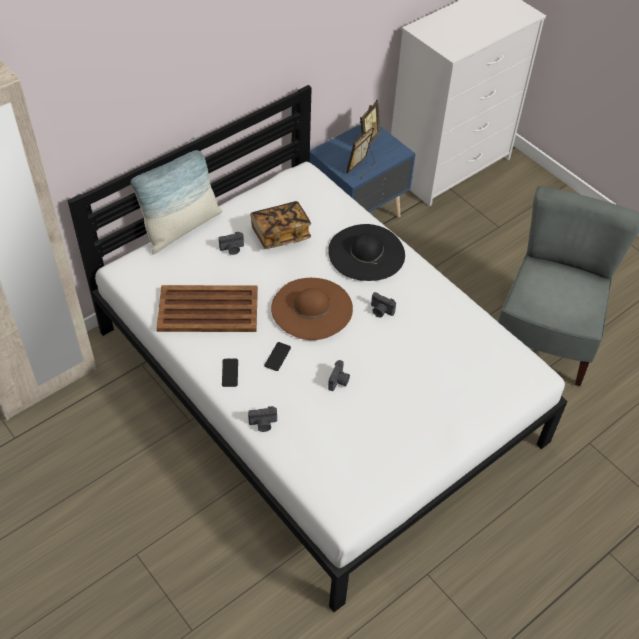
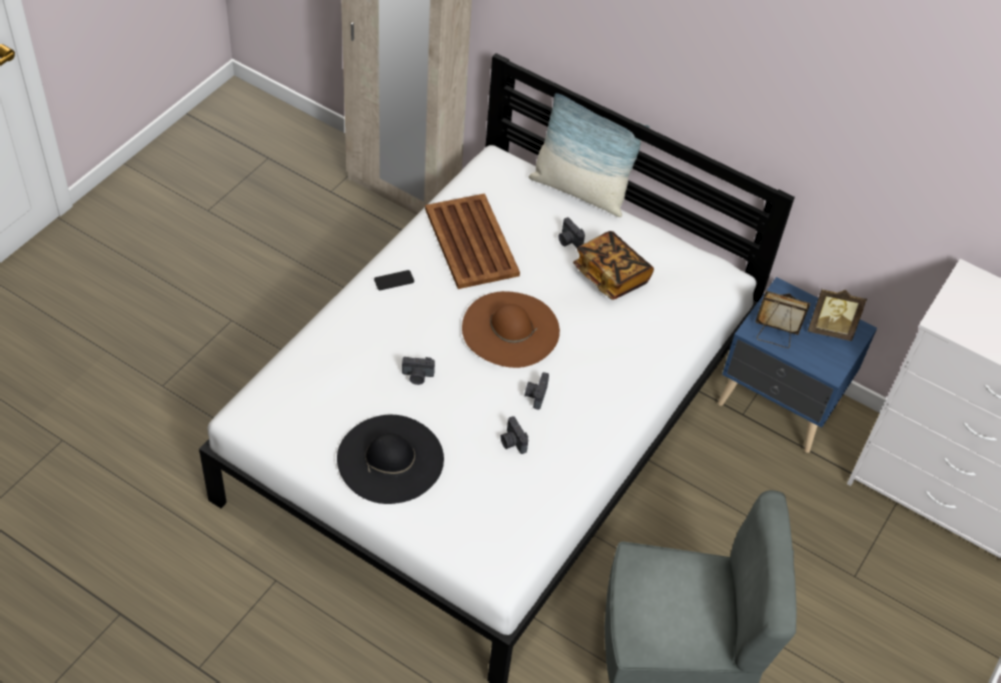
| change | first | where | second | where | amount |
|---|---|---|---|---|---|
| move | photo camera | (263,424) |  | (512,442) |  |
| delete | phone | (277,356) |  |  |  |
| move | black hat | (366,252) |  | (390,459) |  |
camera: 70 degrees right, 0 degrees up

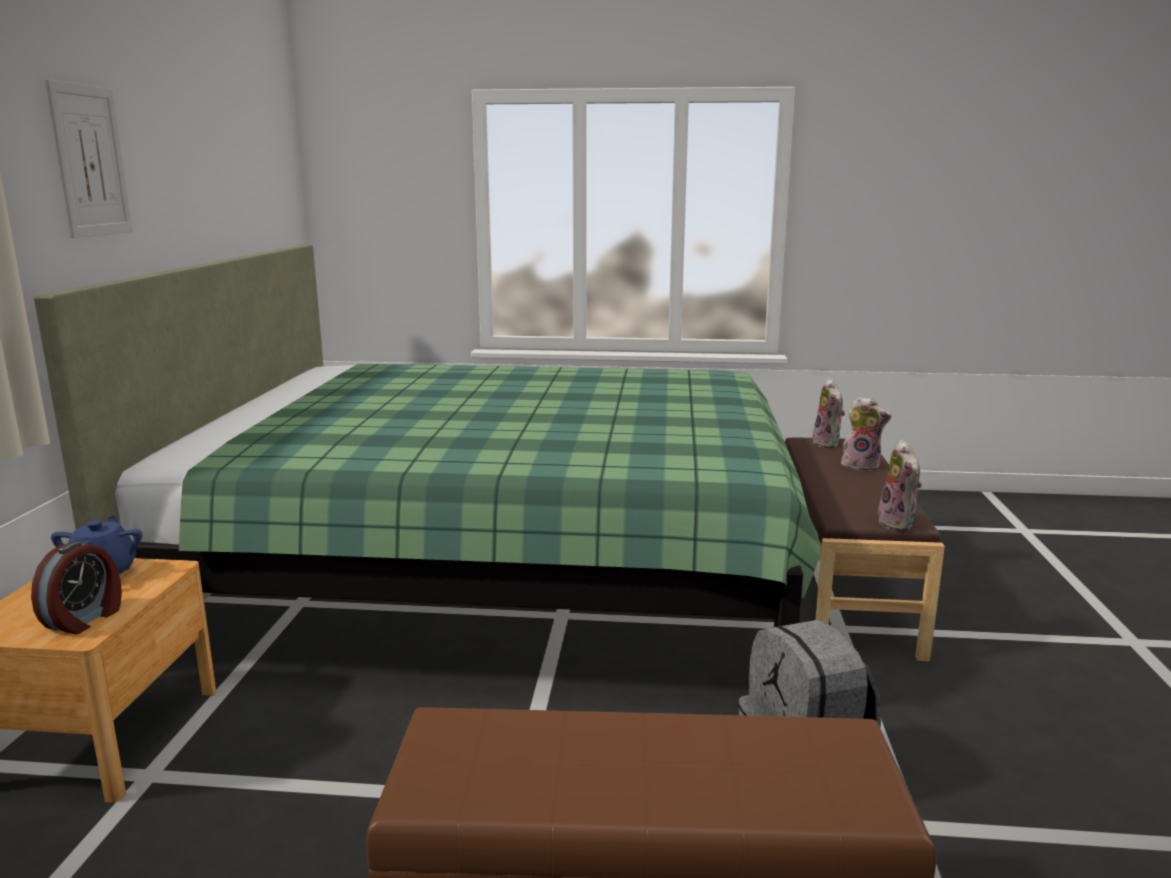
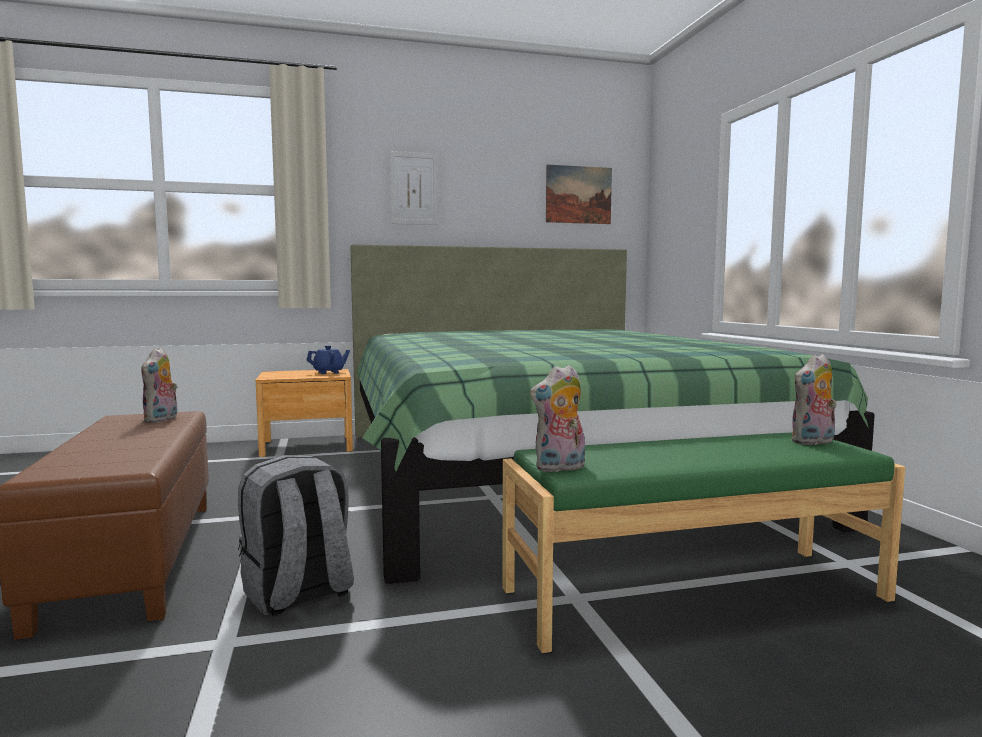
| change | first | where | second | where | amount |
|---|---|---|---|---|---|
| delete | alarm clock | (85,619) |  |  |  |
| recolor | brown bench | (839,583) | green bench | (693,593) |  |
| move | plush toy | (861,466) |  | (162,420) |  |
| insert |  |  | picture | (578,195) |  |
camera: 70 degrees right, 10 degrees down

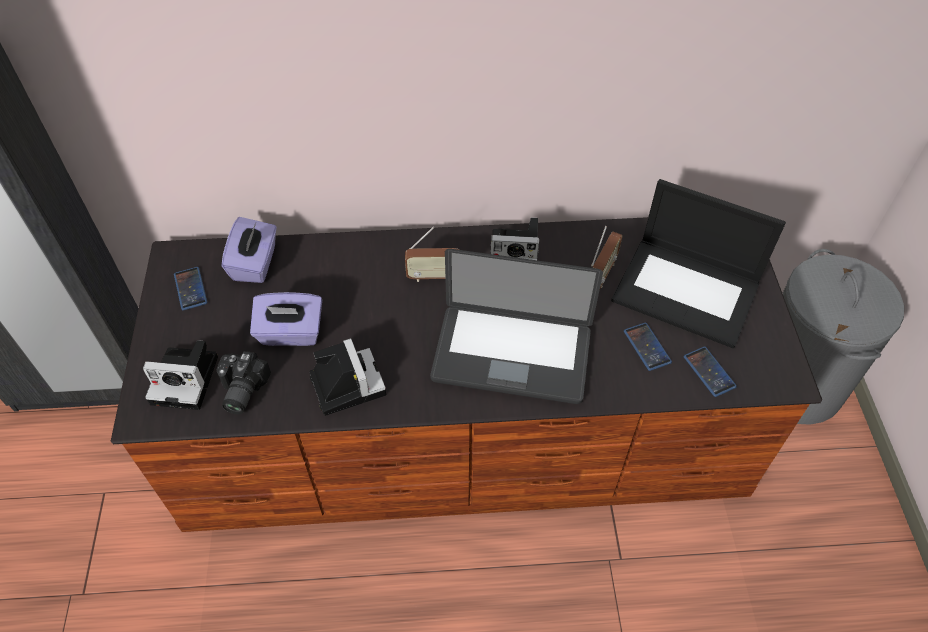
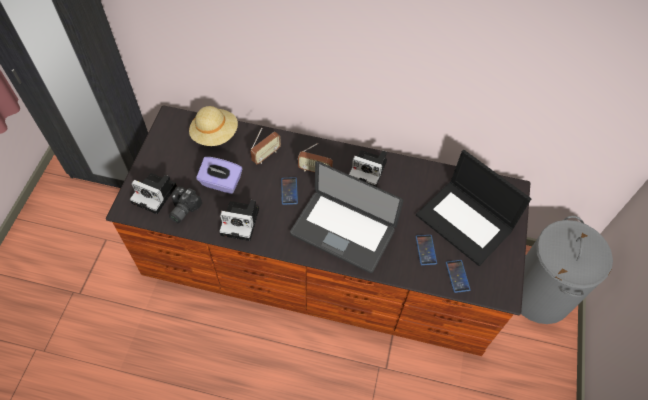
| change | first | where | second | where | amount |
|---|---|---|---|---|---|
| move | phone | (190,289) |  | (289,191) |  |
| replace | purple tissue box | (255,263) | beige hat | (215,134) |  |
| rotate | photo camera | (346,383) |  | (242,221) | 105 degrees clockwise |
| move | radio | (602,274) |  | (266,155) |  |
camera: 15 degrees right, 5 degrees up

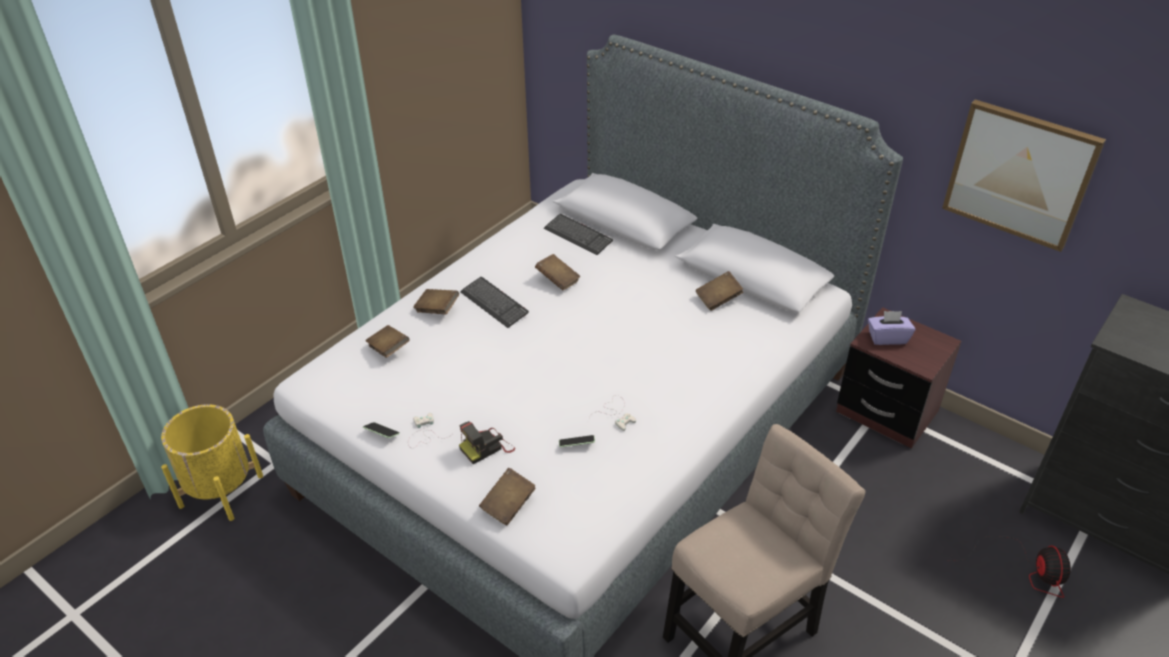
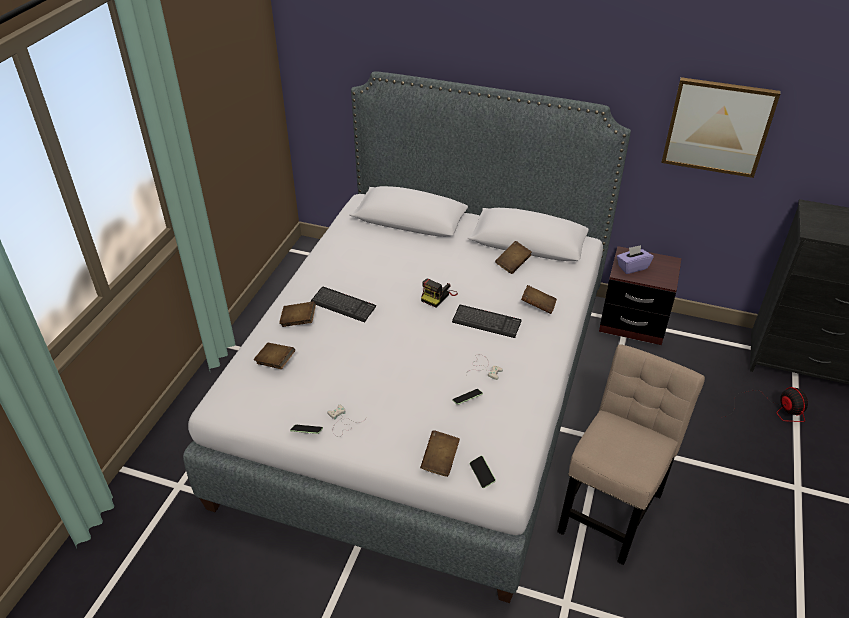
| change | first | where | second | where | amount |
|---|---|---|---|---|---|
| delete | yellow planter | (221,491) |  |  |  |
| move | photo camera | (487,447) |  | (438,296) |  |
| move | brown book | (557,280) |  | (538,306) |  |
| move | keyboard | (578,236) |  | (486,322) |  |
| insert |  |  | phone | (482,474) |  |
camera: 20 degrees left, 0 degrees up

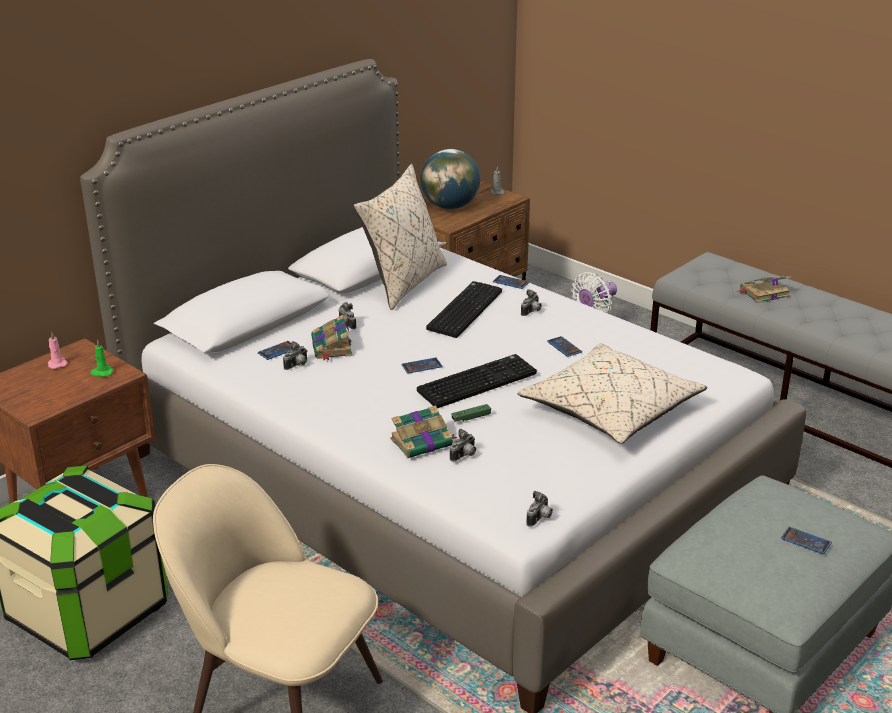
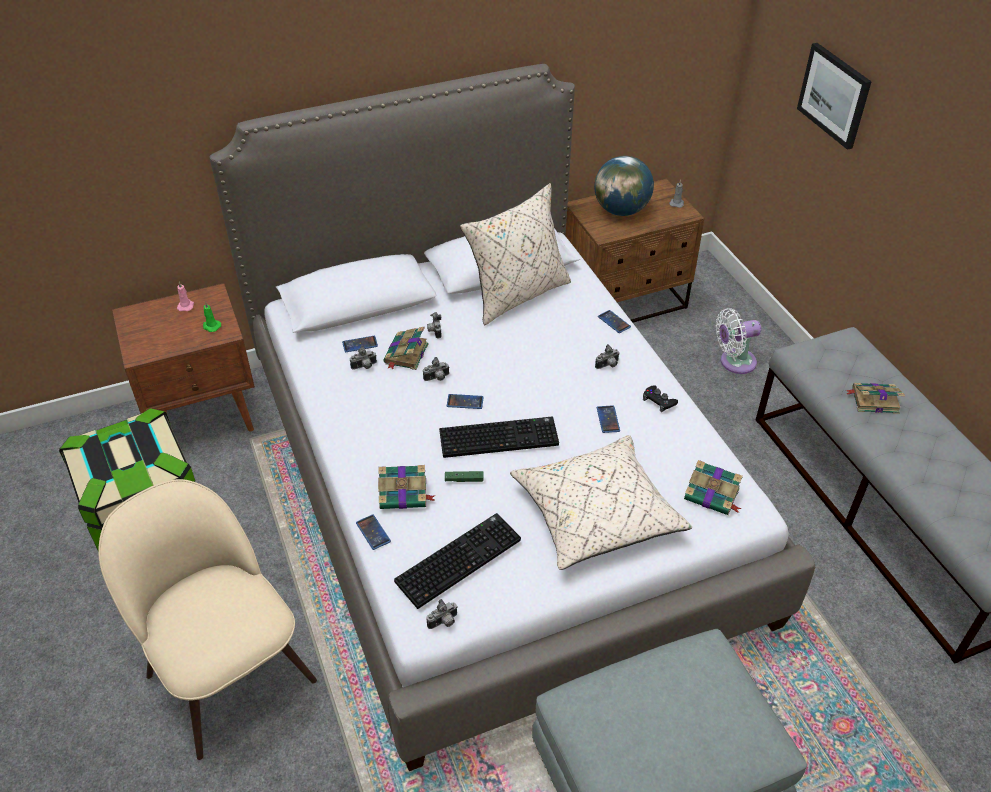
| change | first | where | second | where | amount |
|---|---|---|---|---|---|
| move | keyboard | (464,310) |  | (458,559) |  |
| move | photo camera | (464,456) |  | (437,378) |  |
| move | phone | (806,541) |  | (373,532) |  |
| insert |  |  | black game controller | (659,401) |  |
| insert |  |  | book | (712,495) |  |
| insert |  |  | picture | (834,95) |  |
camera: 25 degrees right, 15 degrees up

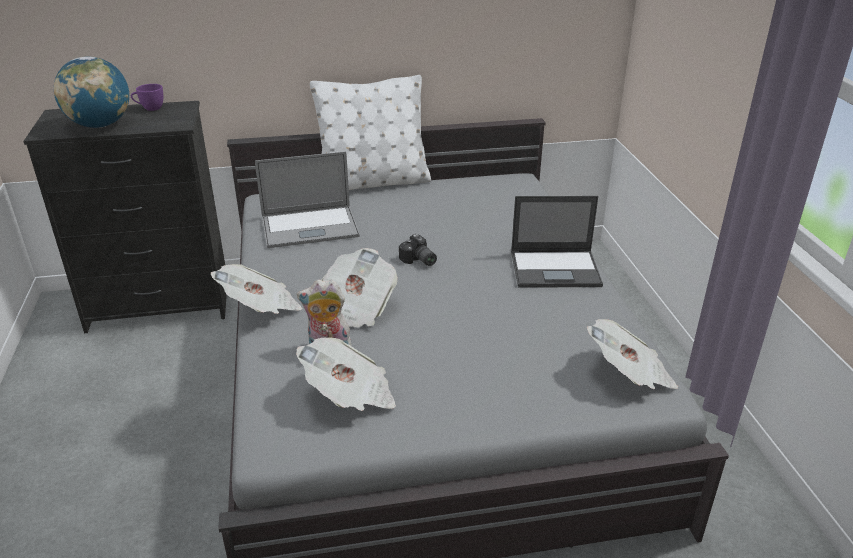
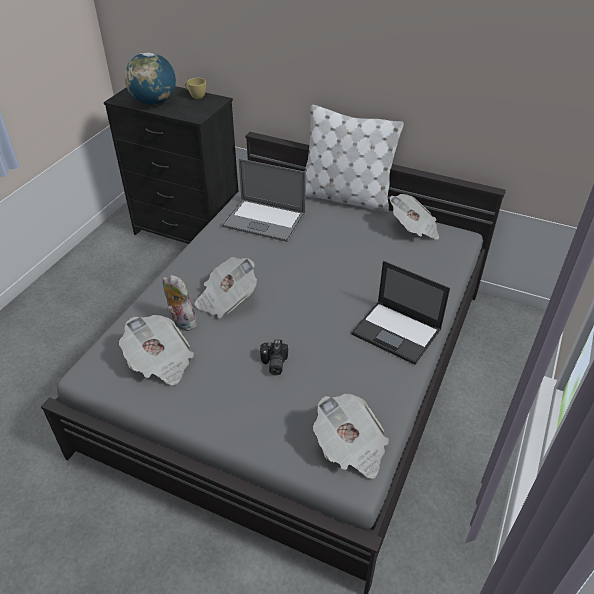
| change | first | where | second | where | amount |
|---|---|---|---|---|---|
| recolor | purple cup | (150,108) | yellow cup | (196,96) |  |
| move | newspaper | (261,308) |  | (414,229) |  |
| move | photo camera | (418,261) |  | (273,364) |  |
camera: 35 degrees right, 10 degrees up

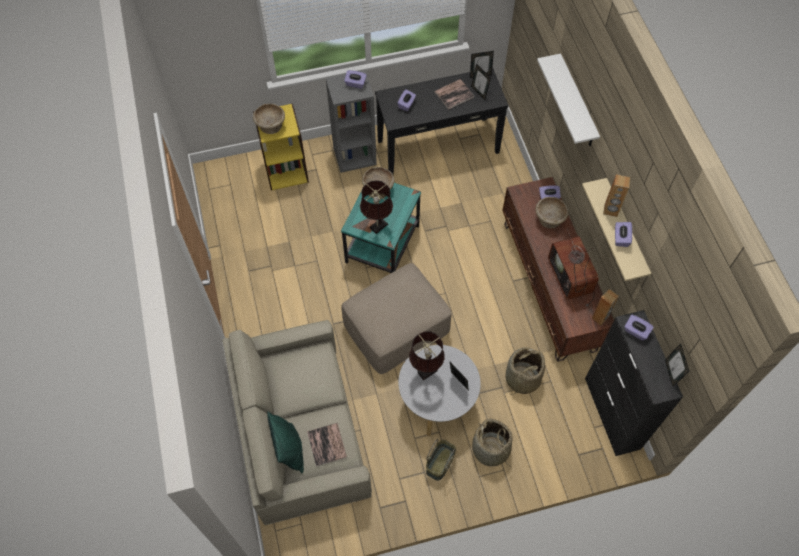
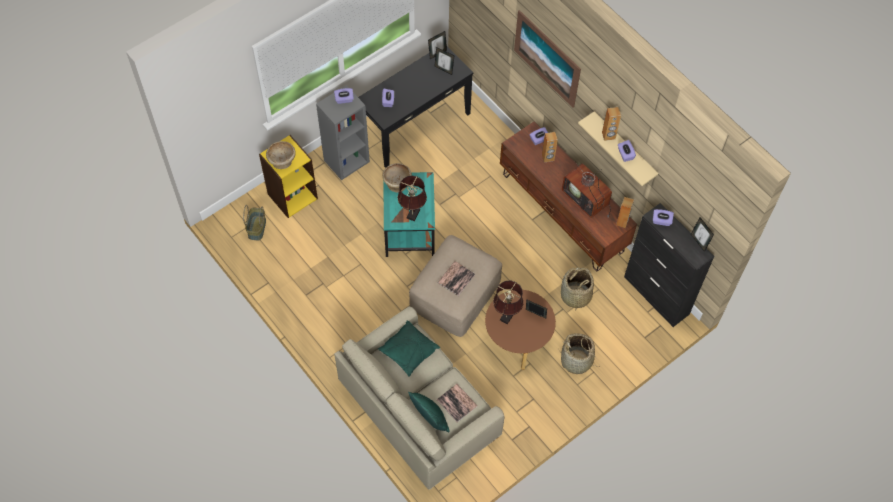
| change | first | where | second | where | amount |
|---|---|---|---|---|---|
| recolor | grey coffee table | (437,401) | brown coffee table | (517,340) |  |
| move | basket | (439,463) |  | (256,228) |  |
| move | book | (454,94) |  | (456,278) |  |
| replace | beige bowl | (549,219) | brown speaker | (548,157) |  |
| replace | white shelf | (577,103) | picture | (547,58) |  |
| insert |  |  | green pillow | (408,351) |  |
camera: 25 degrees left, 0 degrees up

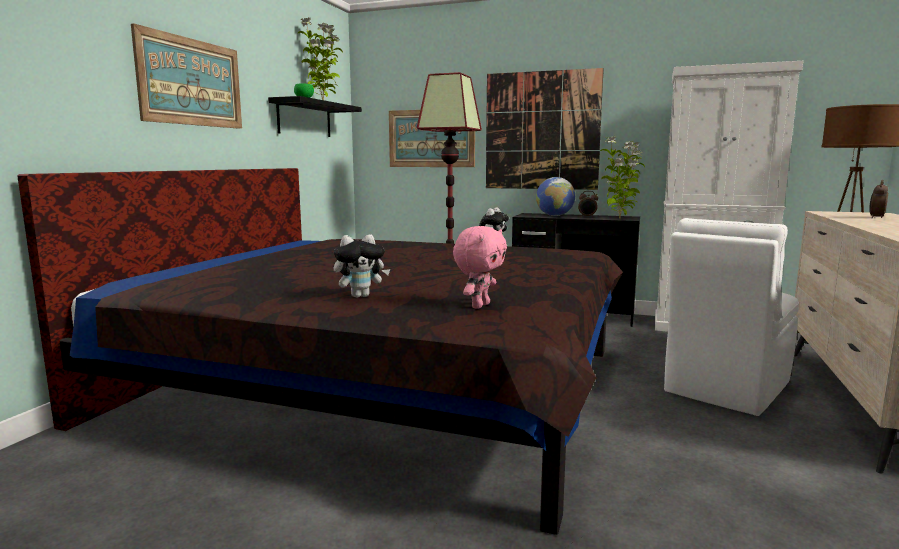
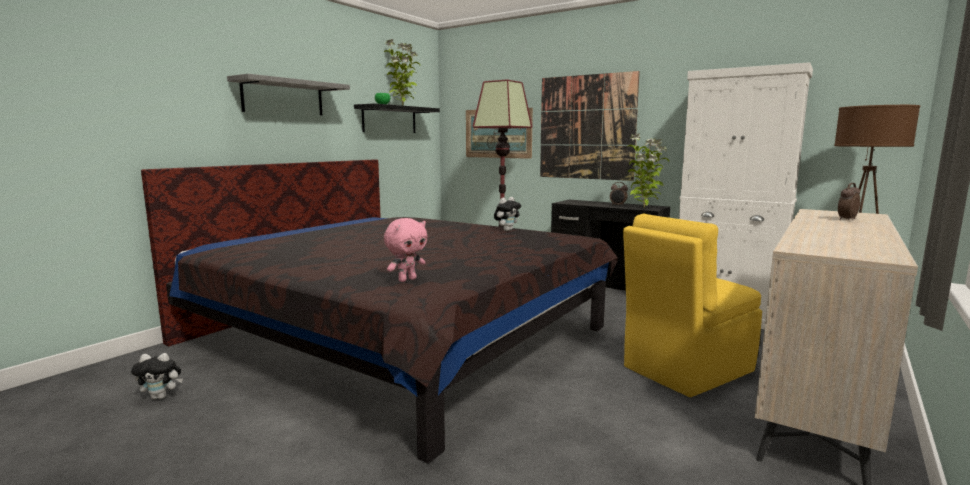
| change | first | where | second | where | amount |
|---|---|---|---|---|---|
| replace | picture | (191,82) | grey shelf | (283,97) |  |
| move | plush toy | (361,296) |  | (161,397) |  |
| delete | globe | (554,216) |  |  |  |
| recolor | white chair | (725,388) | yellow chair | (685,370) |  |
camera: 15 degrees right, 0 degrees up

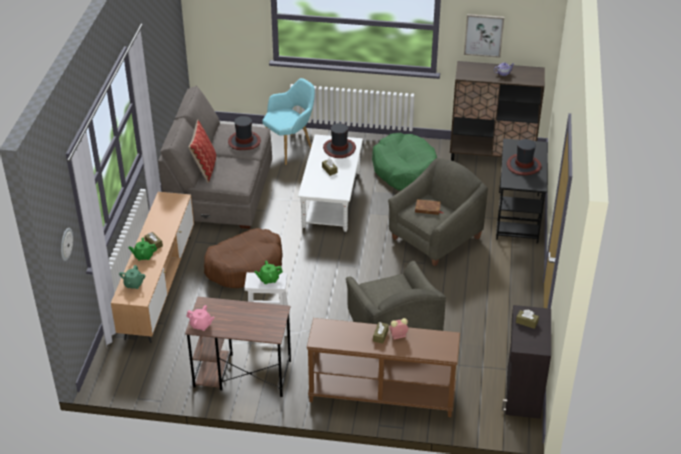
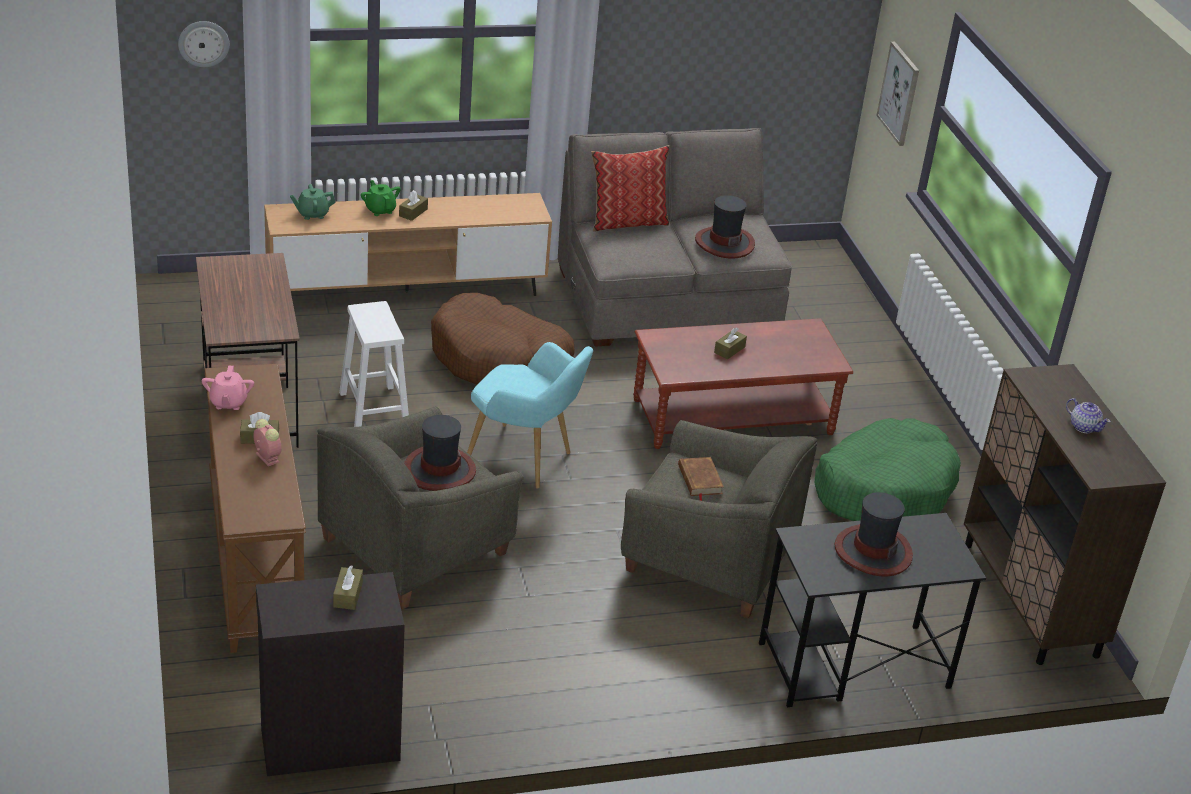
| change | first | where | second | where | amount |
|---|---|---|---|---|---|
| move | pink teapot | (201,325) |  | (228,403) |  |
| delete | green teapot | (268,279) |  |  |  |
| move | turquoise armchair | (290,147) |  | (525,461) |  |
| recolor | white coffee table | (331,199) | brown coffee table | (733,417) |  |
| move | hat | (339,148) |  | (439,470) |  |
| move | picture | (483,35) |  | (899,93) |  |
camera: 65 degrees right, 5 degrees down

